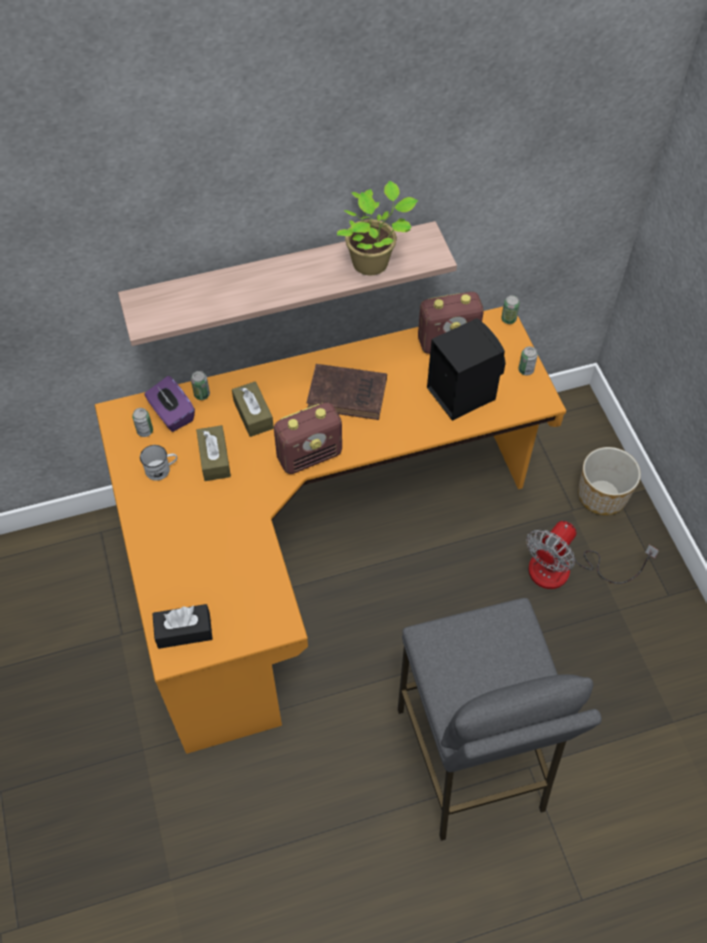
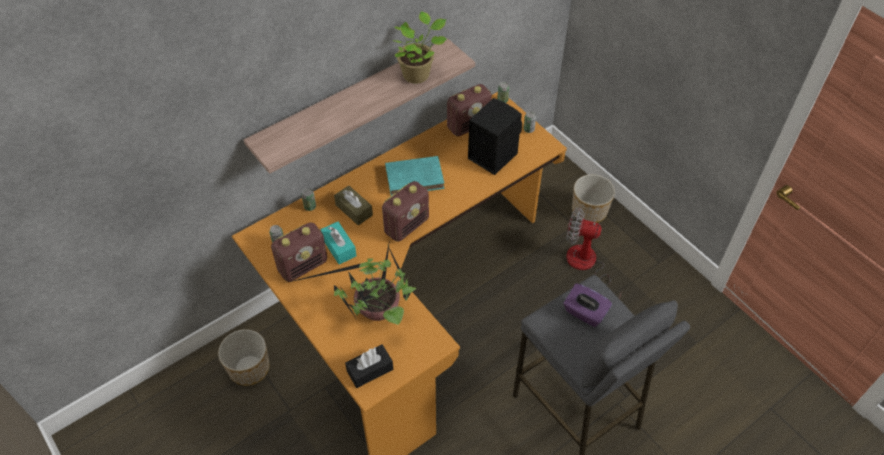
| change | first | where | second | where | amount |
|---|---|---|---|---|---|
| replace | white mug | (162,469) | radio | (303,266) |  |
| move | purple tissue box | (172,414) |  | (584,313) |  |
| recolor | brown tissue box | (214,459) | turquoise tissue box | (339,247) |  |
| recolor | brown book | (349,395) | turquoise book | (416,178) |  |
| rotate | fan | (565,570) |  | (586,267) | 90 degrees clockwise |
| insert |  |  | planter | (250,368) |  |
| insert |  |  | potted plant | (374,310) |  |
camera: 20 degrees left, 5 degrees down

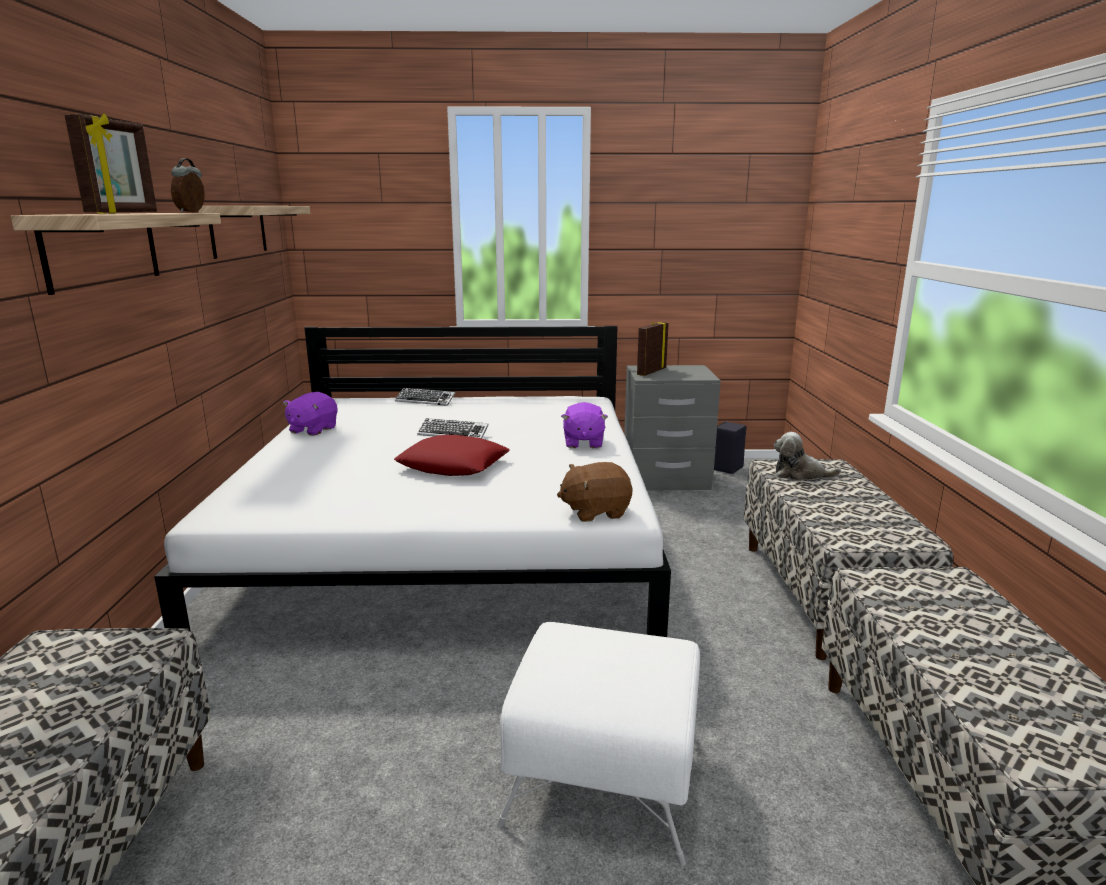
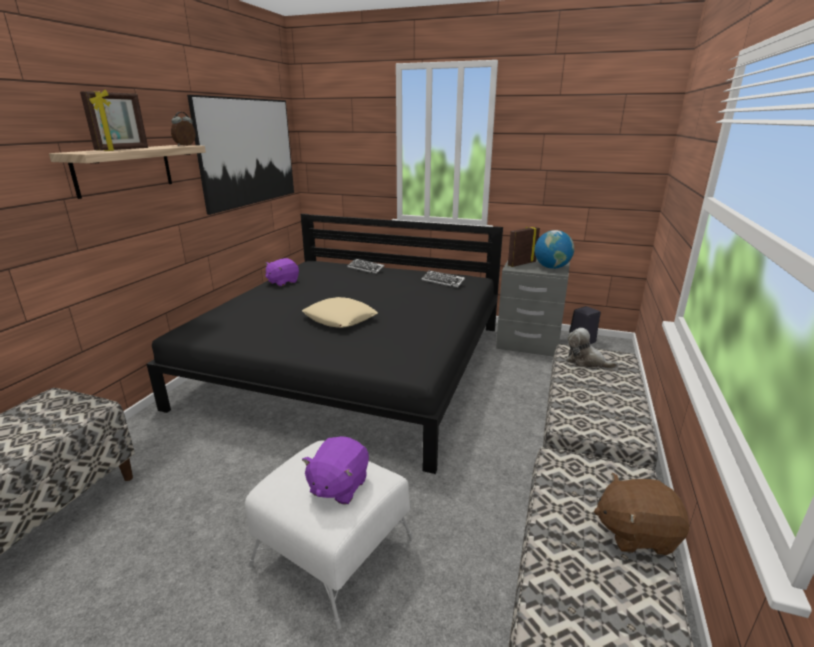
| change | first | where | second | where | amount |
|---|---|---|---|---|---|
| recolor | white bed | (451,538) | black bed | (354,363) |  |
| replace | shelf | (238,230) | picture | (248,152) |  |
| recolor | red pillow | (453,465) | beige pillow | (340,319) |  |
| move | keyboard | (453,434) |  | (443,281) |  |
| move | brown plush toy | (595,511) |  | (635,533) |  |
| move | purple plush toy | (583,443) |  | (338,486) |  |
| insert |  |  | globe | (552,267) |  |
camera: 20 degrees right, 5 degrees up

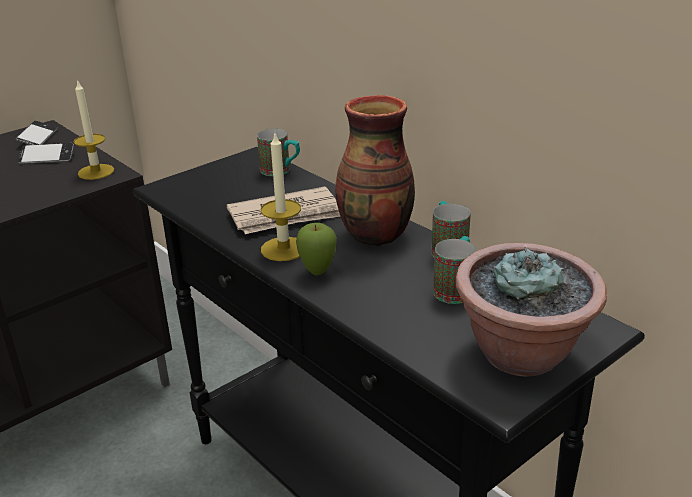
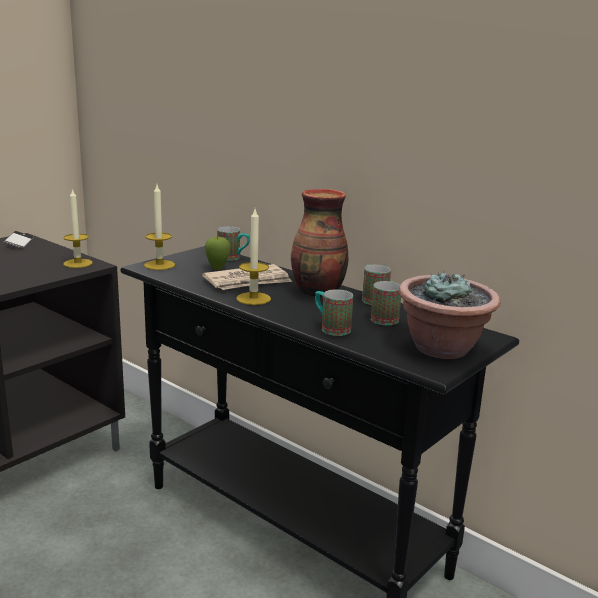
| change | first | where | second | where | amount |
|---|---|---|---|---|---|
| delete | phone | (47,158) |  |  |  |
| move | apple | (318,271) |  | (217,268) |  |
| insert |  |  | candle | (159,265) |  |
| insert |  |  | mug | (331,328) |  |
camera: 10 degrees left, 10 degrees down

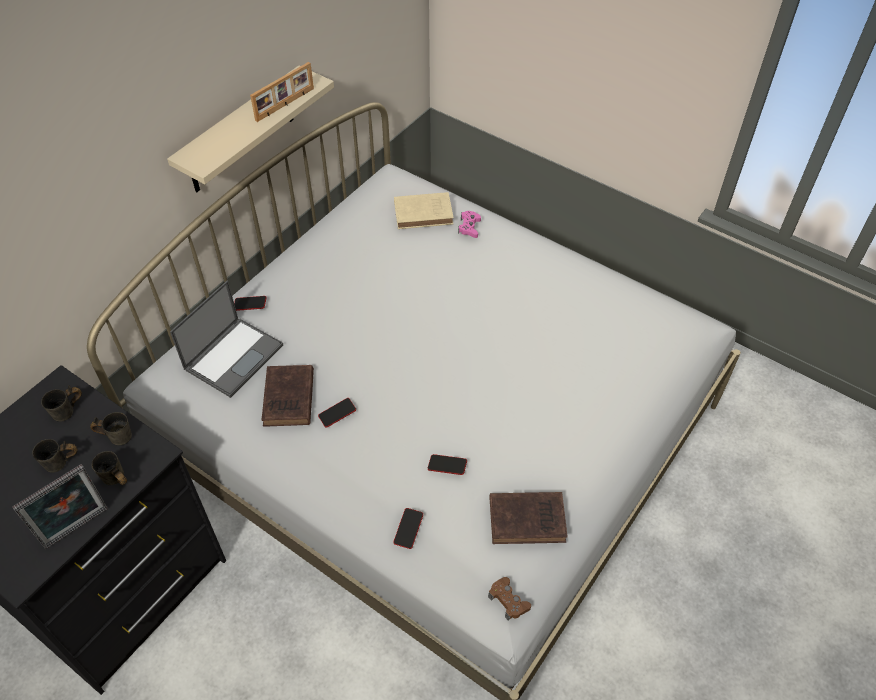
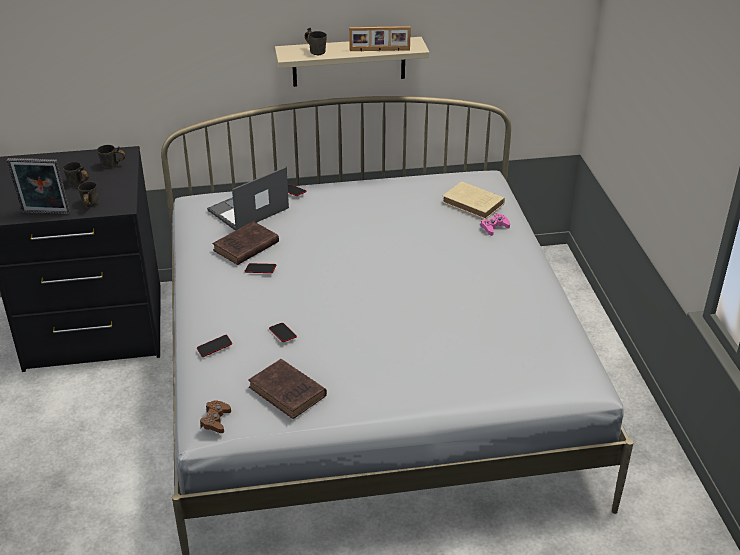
| change | first | where | second | where | amount |
|---|---|---|---|---|---|
| move | grey mug | (117,435) |  | (316,51) |  |
| rotate | laptop | (234,356) |  | (247,210) | 150 degrees clockwise |
camera: 45 degrees right, 15 degrees down

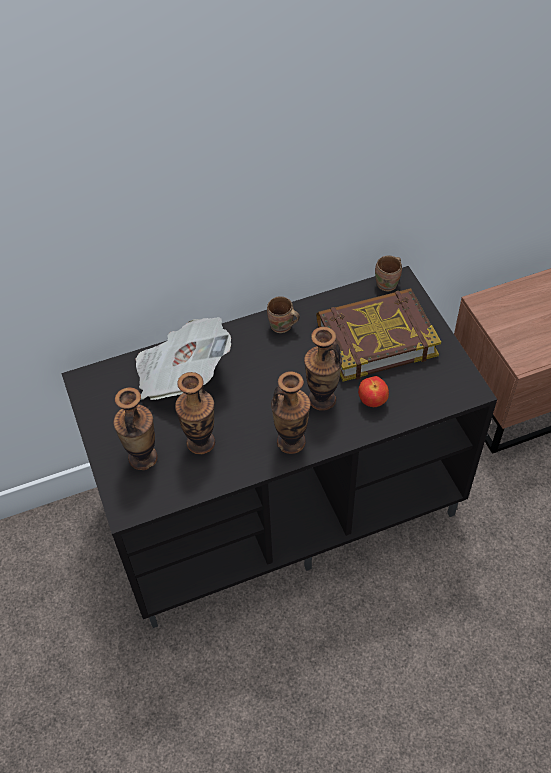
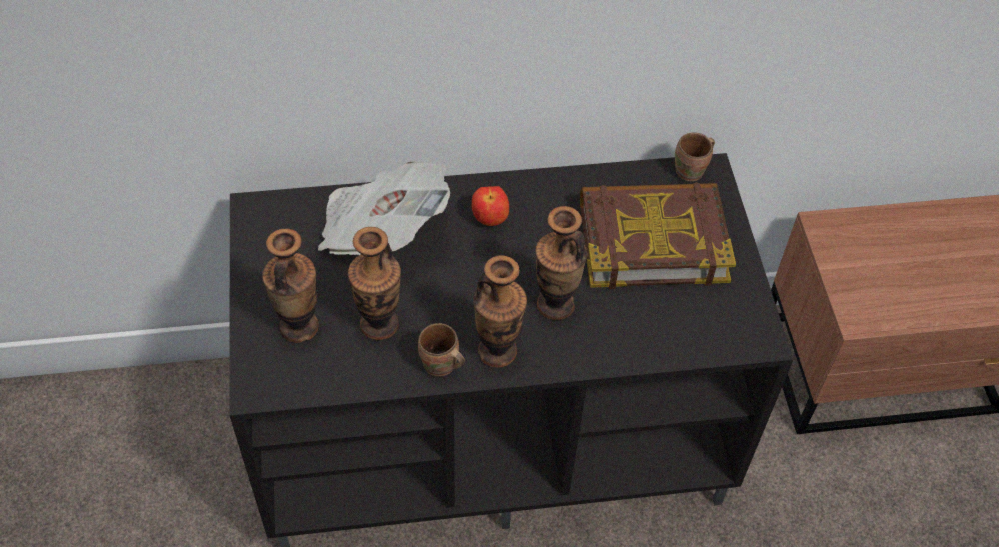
| change | first | where | second | where | amount |
|---|---|---|---|---|---|
| move | brown mug | (282,327) |  | (440,366) |  |
| move | apple | (372,401) |  | (490,219) |  |
camera: 10 degrees right, 0 degrees up

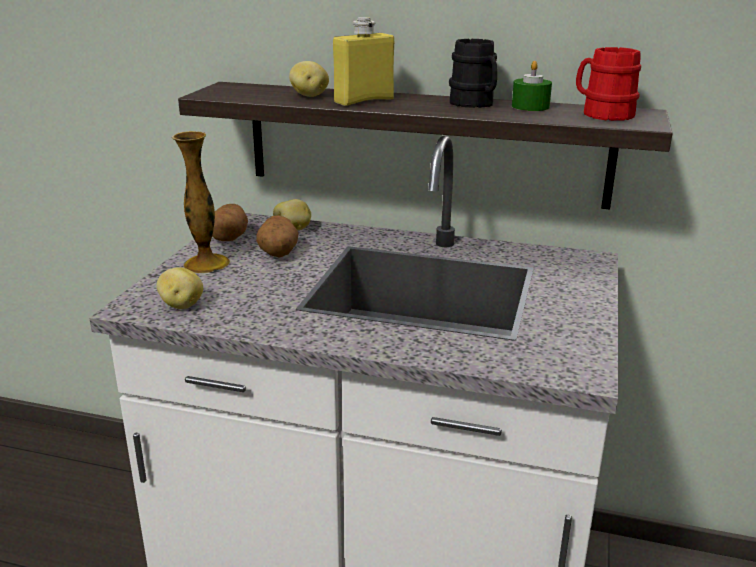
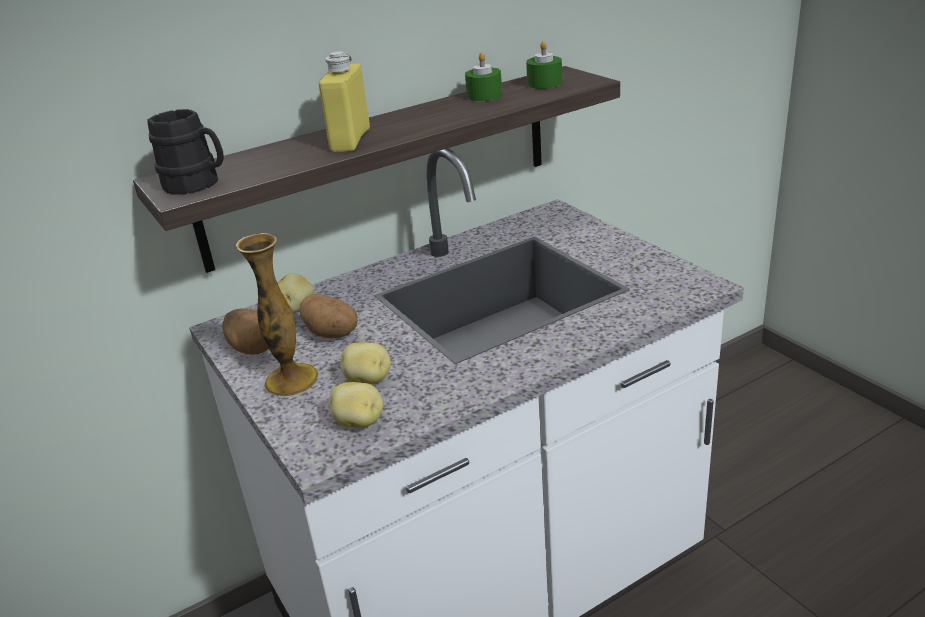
| change | first | where | second | where | amount |
|---|---|---|---|---|---|
| move | potato | (309,96) |  | (368,380) |  |
| move | black mug | (475,104) |  | (197,184) |  |
| replace | red mug | (602,114) | green candle | (544,83) |  |
camera: 45 degrees left, 5 degrees up

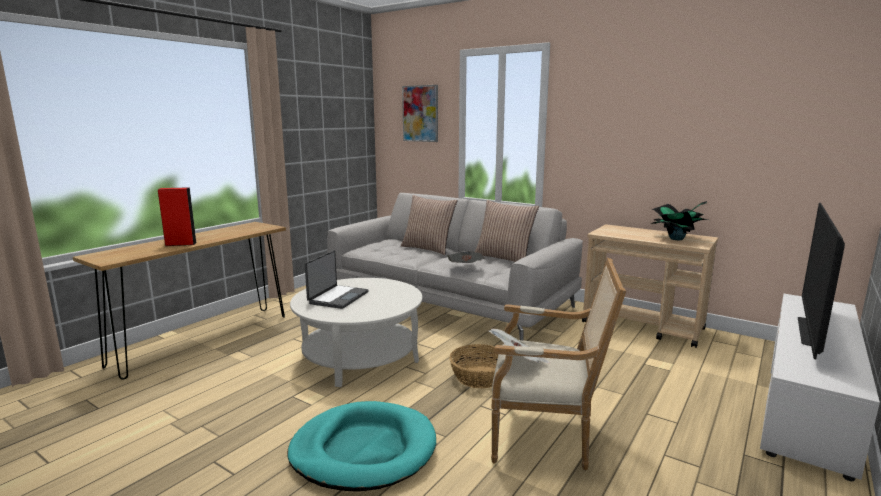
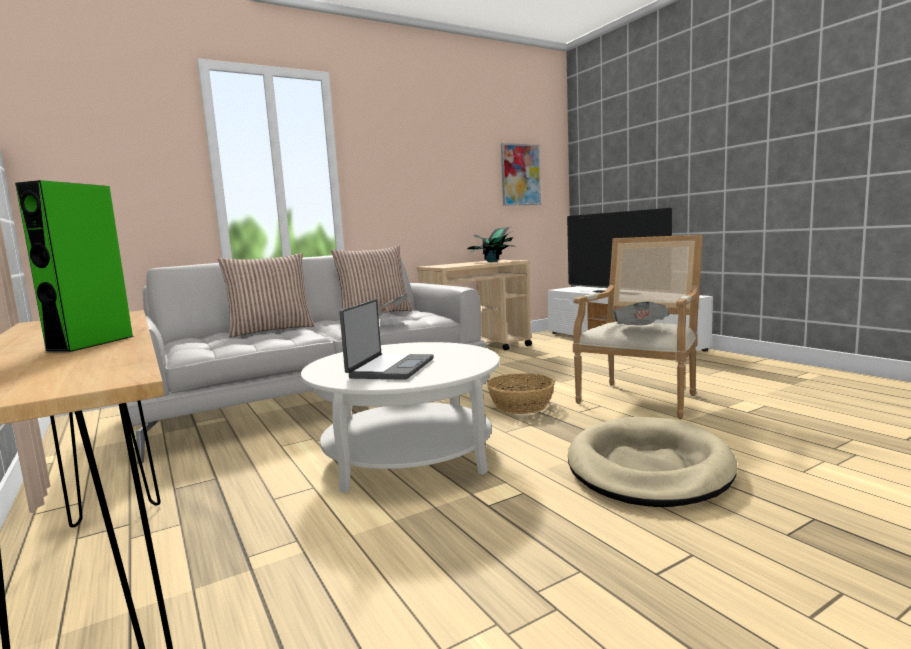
| change | first | where | second | where | amount |
|---|---|---|---|---|---|
| recolor | red speaker | (181,244) | green speaker | (91,344) |  |
| recolor | turquoise dog bed | (363,450) | beige dog bed | (648,468) |  |
| rotate | laptop | (337,297) |  | (390,368) | 60 degrees clockwise |
| move | picture | (420,113) |  | (520,175) |  |
camera: 65 degrees left, 5 degrees down

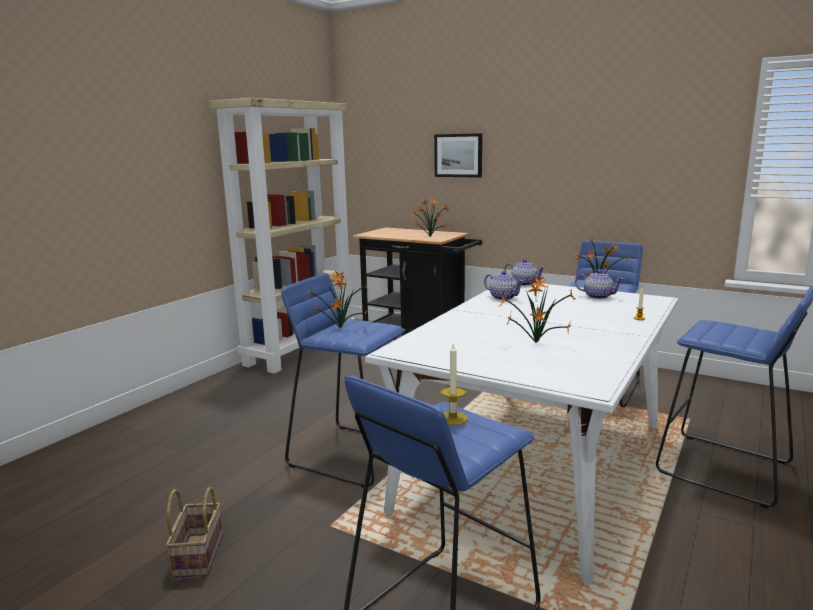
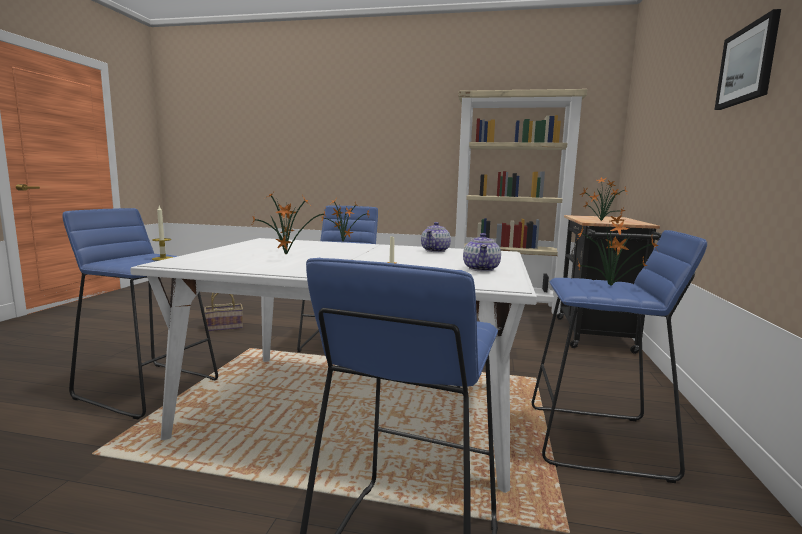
| change | first | where | second | where | amount |
|---|---|---|---|---|---|
| move | picture | (458,155) |  | (747,65) |  |
| delete | teapot | (523,283) |  |  |  |
camera: 70 degrees right, 5 degrees down

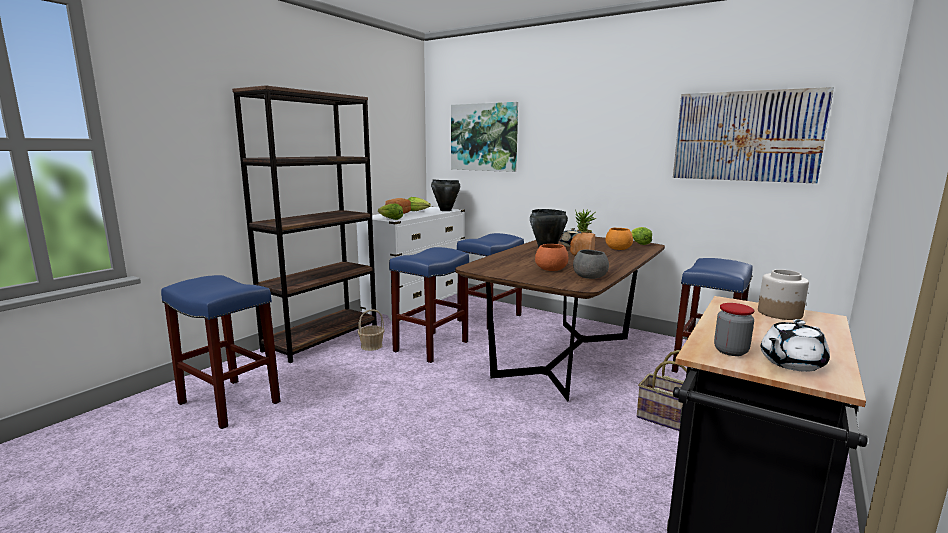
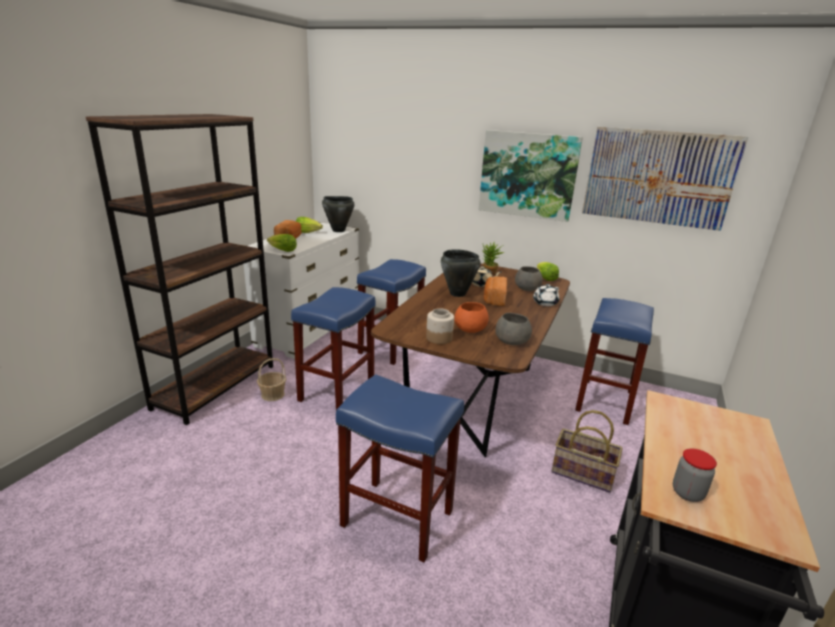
| change | first | where | second | where | amount |
|---|---|---|---|---|---|
| move | blue stool | (228,402) |  | (395,518) |  |
| move | picture | (484,137) |  | (528,175) |  |
| recolor | orange bowl | (618,248) | grey bowl | (527,288) |  |
| move | jar | (779,313) |  | (438,338) |  |
| move | white teapot | (790,363) |  | (544,303) |  |
camera: 10 degrees left, 10 degrees up

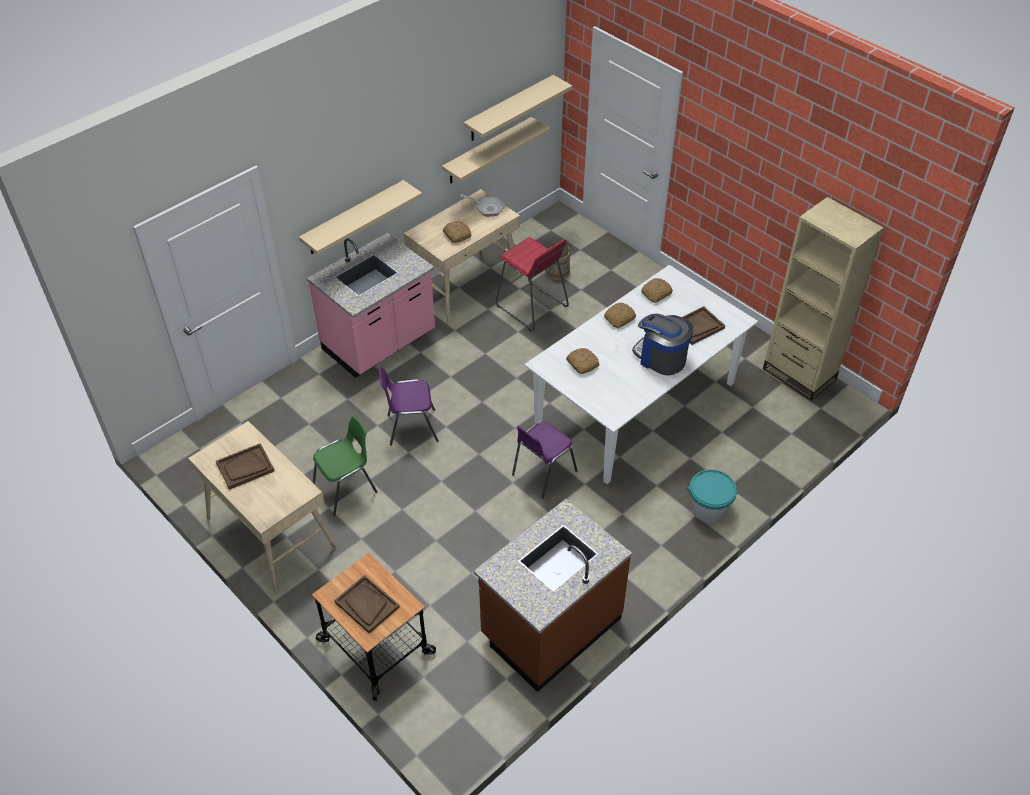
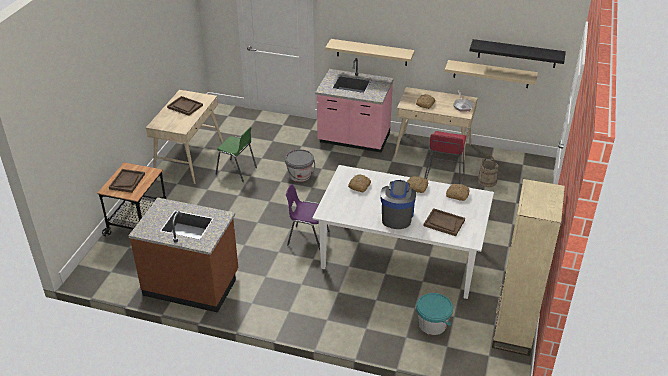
| change | first | where | second | where | amount |
|---|---|---|---|---|---|
| replace | purple chair | (411,427) | grey bucket | (300,175) |  |
| recolor | beige shelf | (509,108) | black shelf | (517,53) |  |
| move | turquoise bucket | (708,508) |  | (432,324) |  |
camera: 60 degrees right, 10 degrees down

